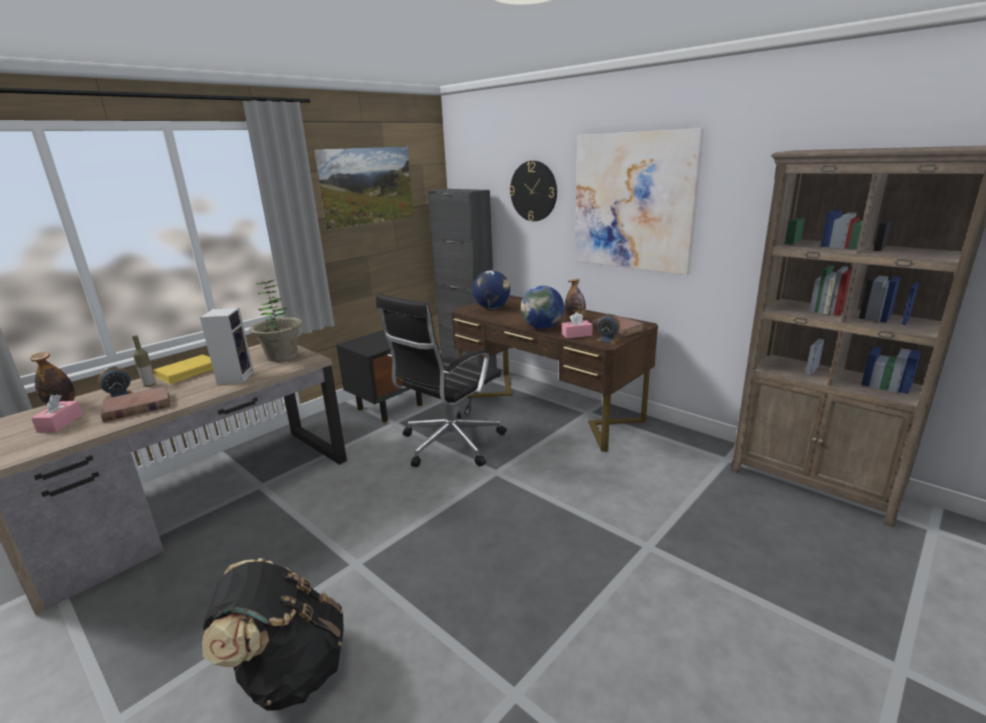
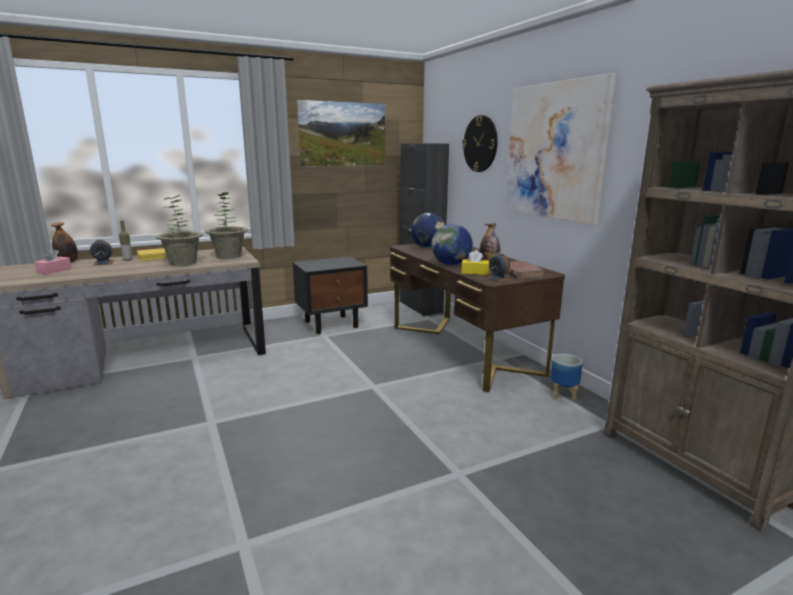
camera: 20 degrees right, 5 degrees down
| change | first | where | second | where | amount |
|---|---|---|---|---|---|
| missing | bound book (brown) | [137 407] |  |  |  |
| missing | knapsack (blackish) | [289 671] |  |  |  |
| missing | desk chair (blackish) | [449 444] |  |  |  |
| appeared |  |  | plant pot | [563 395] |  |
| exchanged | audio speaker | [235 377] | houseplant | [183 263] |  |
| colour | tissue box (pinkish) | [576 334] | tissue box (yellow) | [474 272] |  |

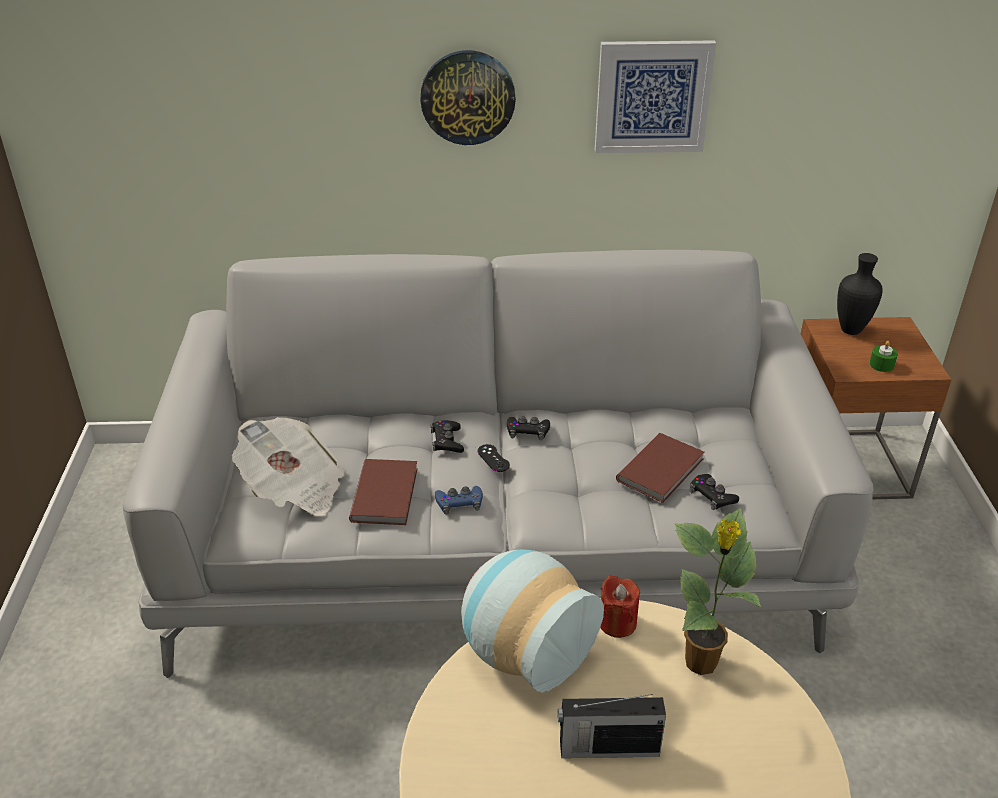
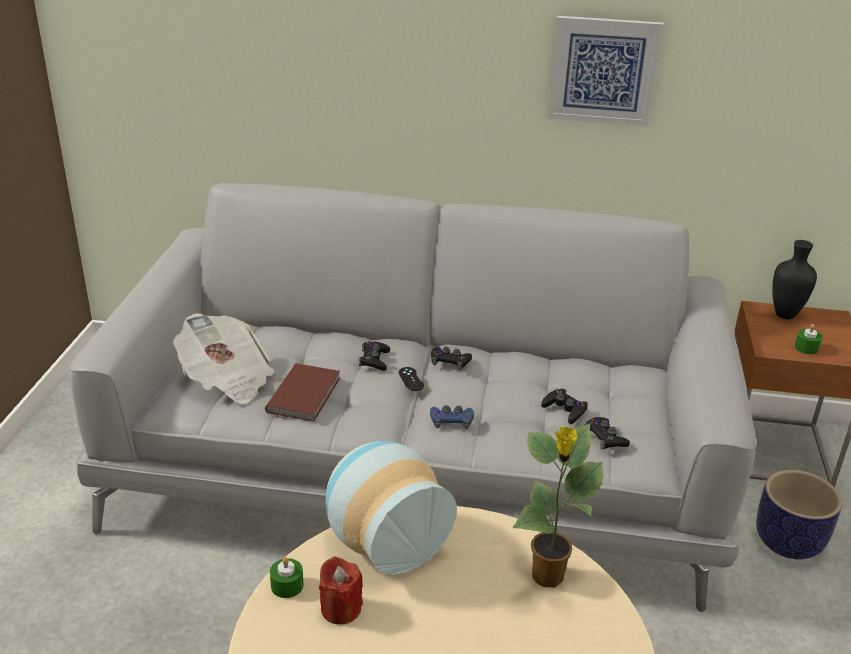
camera: 10 degrees right, 5 degrees down
| change | first | where | second | where | amount |
|---|---|---|---|---|---|
| missing | clock on the wall | [468 97] |  |  |  |
| missing | radio receiver | [607 748] |  |  |  |
| appeared |  |  | wax candle (greenish) | [287 585] |  |
| appeared |  |  | plant pot | [789 542] |  |
| relocated | joypad (blue) | [459 503] |  | [451 421] |  |
| relocated | wax candle (reddish) | [617 623] |  | [341 608] |  |
| exchanged | bound book (brown) | [662 470] | joypad (blackish) | [565 409] |  |

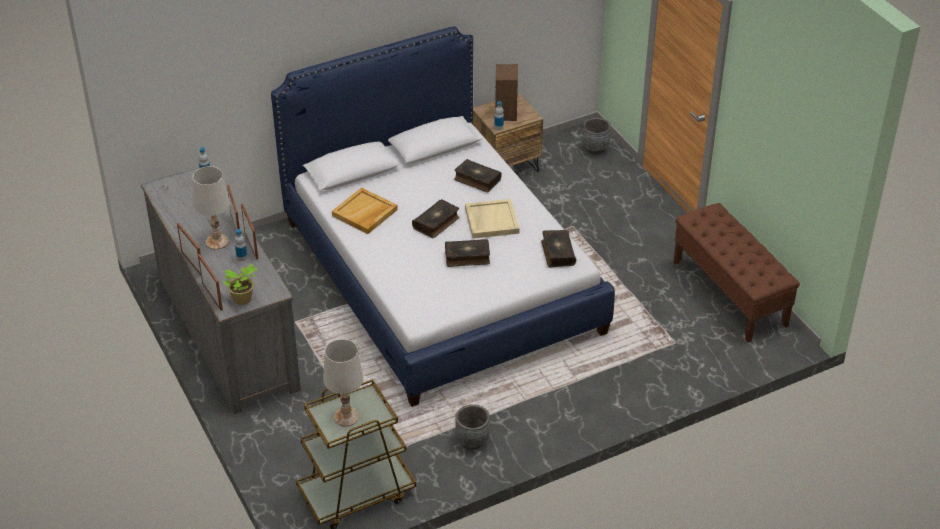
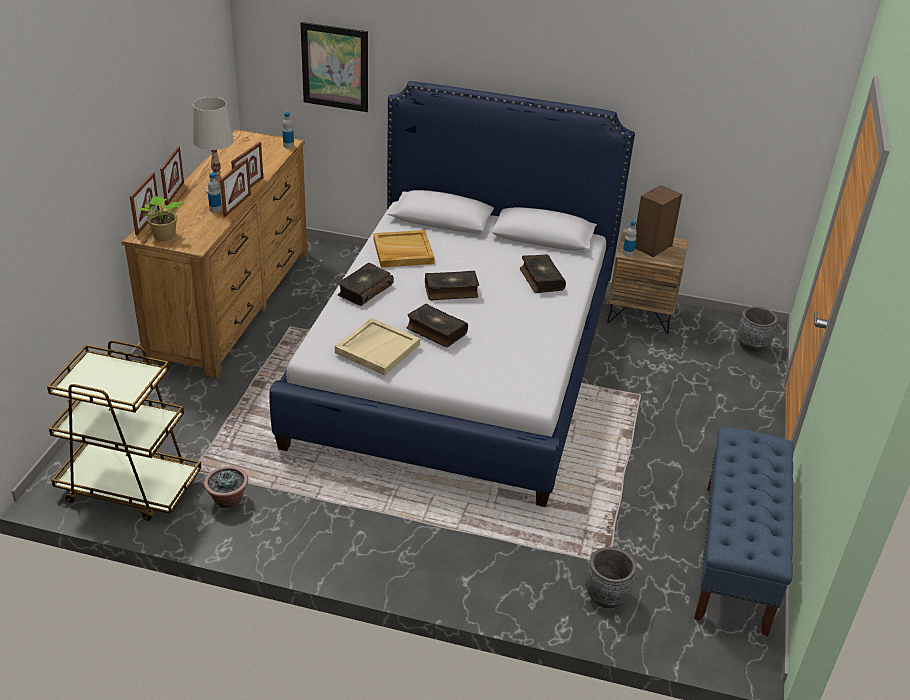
camera: 40 degrees right, 5 degrees down
| change | first | where | second | where | amount |
|---|---|---|---|---|---|
| missing | table lamp (white) | [346 417] |  |  |  |
| appeared |  |  | houseplant | [227 500] |  |
| appeared |  |  | wall picture | [335 67] |  |
| relocated | plant pot (grey) | [472 441] |  | [607 596] |  |
| relocated | carrying tray (beige) | [491 220] |  | [377 348] |  |
| relocated | bound book | [557 253] |  | [364 290] |  |
| colour | drawer chest (grey) | [227 331] | drawer chest (brown) | [232 303] |  |
| colour | bench (brown) | [730 294] | bench (blue) | [735 556] |  |

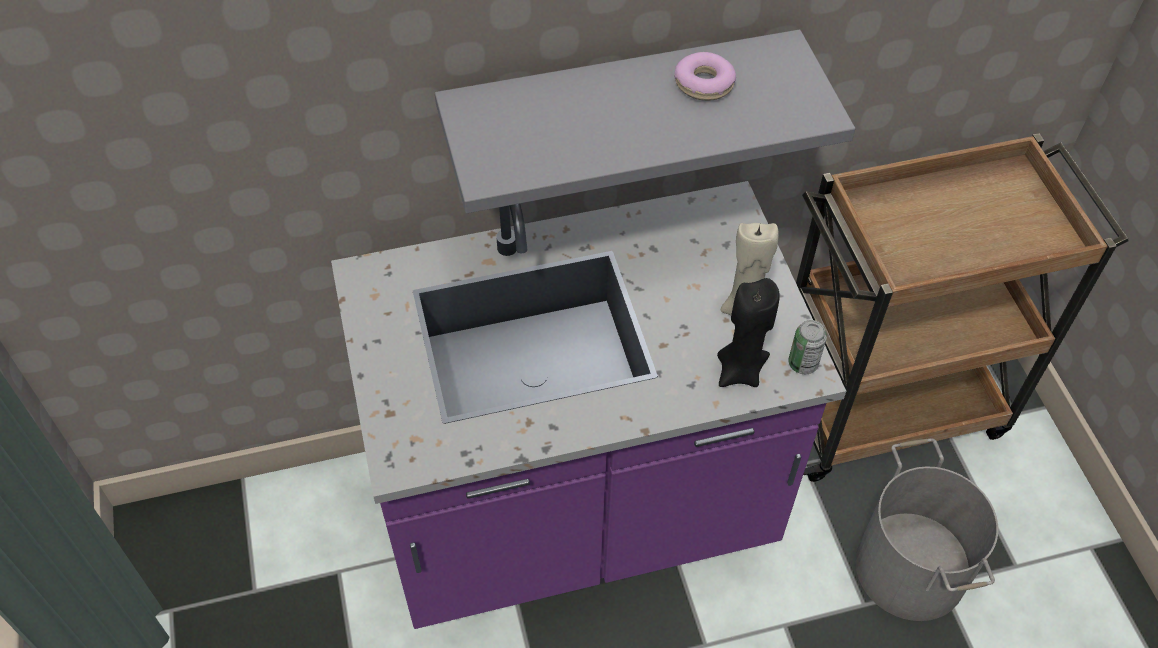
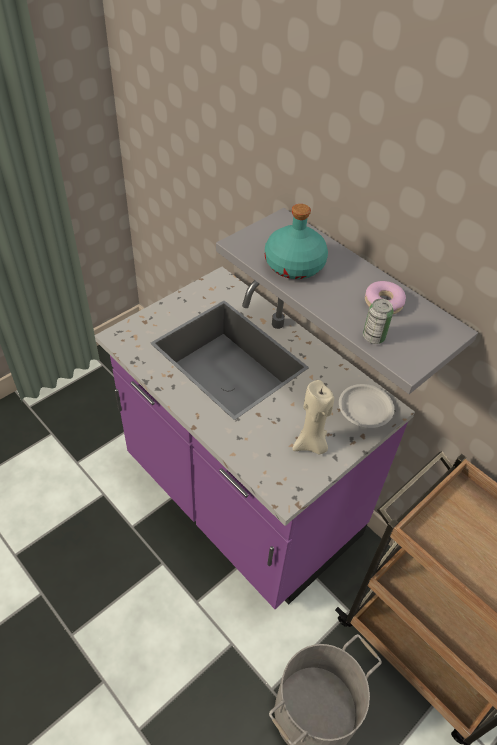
camera: 60 degrees right, 5 degrees down
| change | first | where | second | where | amount |
|---|---|---|---|---|---|
| missing | wax candle (blackish) | [740 371] |  |  |  |
| appeared |  |  | drink bottle (blue-green) | [294 265] |  |
| appeared |  |  | dinner plate (white) | [364 408] |  |
| relocated | sealed can | [803 363] |  | [373 337] |  |

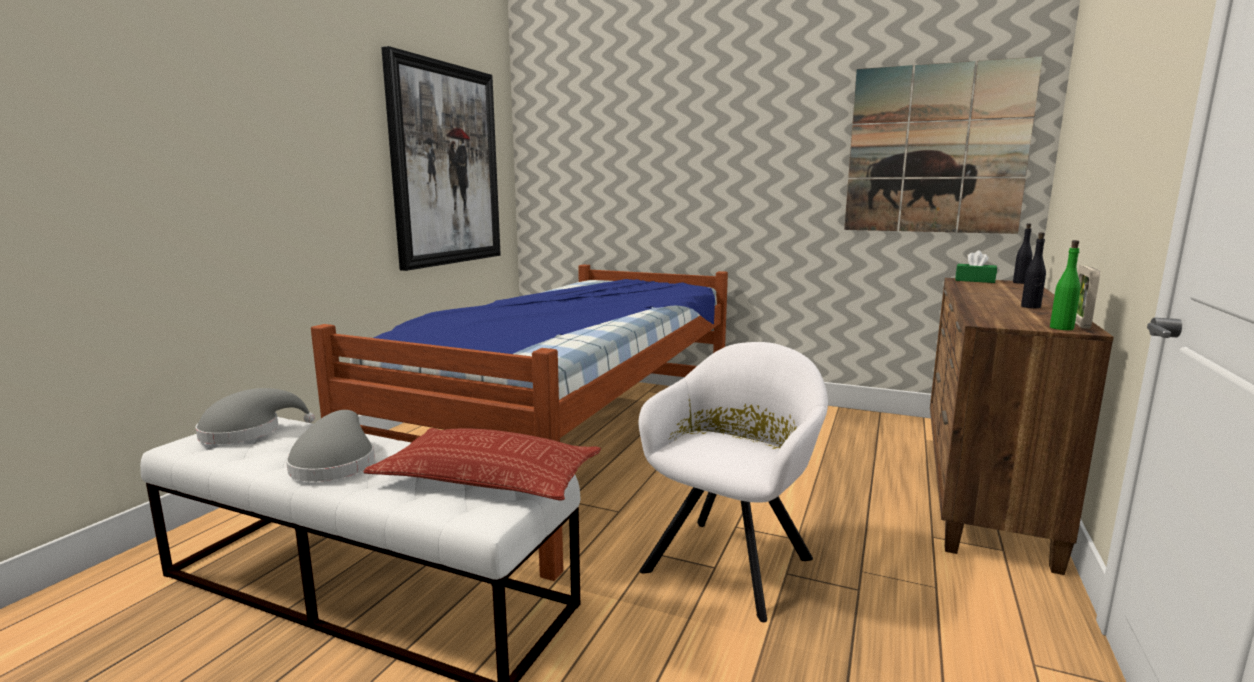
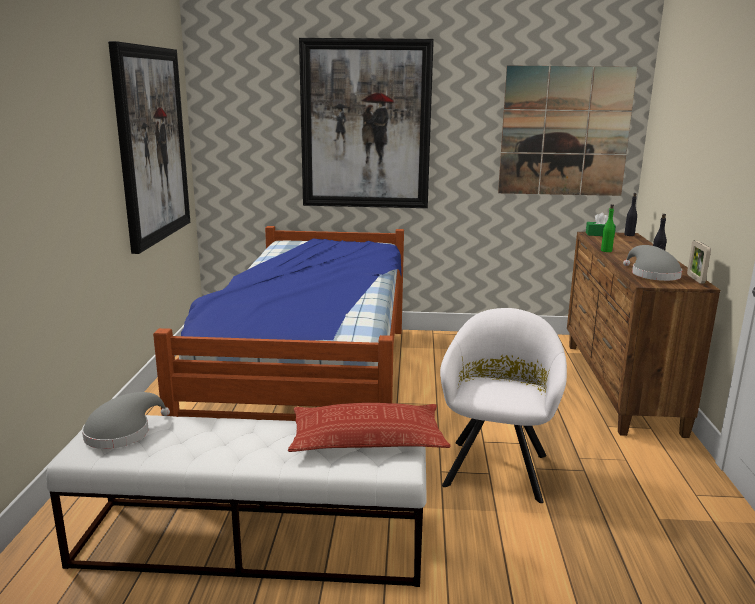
camera: 20 degrees left, 5 degrees up
| change | first | where | second | where | amount |
|---|---|---|---|---|---|
| appeared |  |  | wall picture | [365 125] |  |
| relocated | clothing hat (grey) | [335 464] |  | [652 275] |  |
| relocated | drink bottle (greenish) | [1061 328] |  | [606 251] |  |

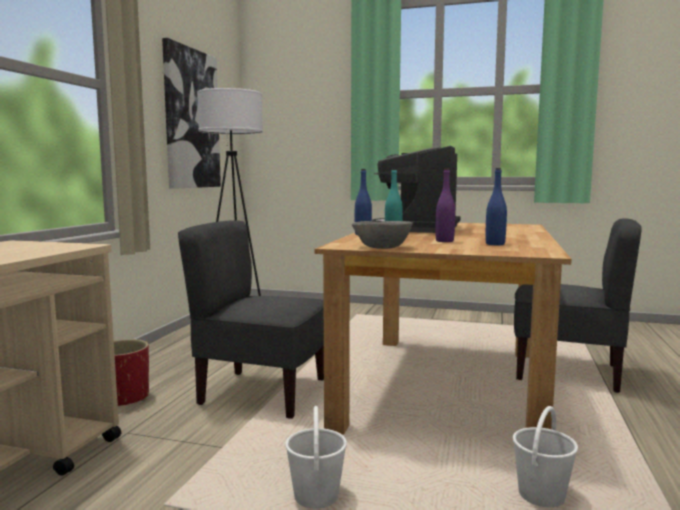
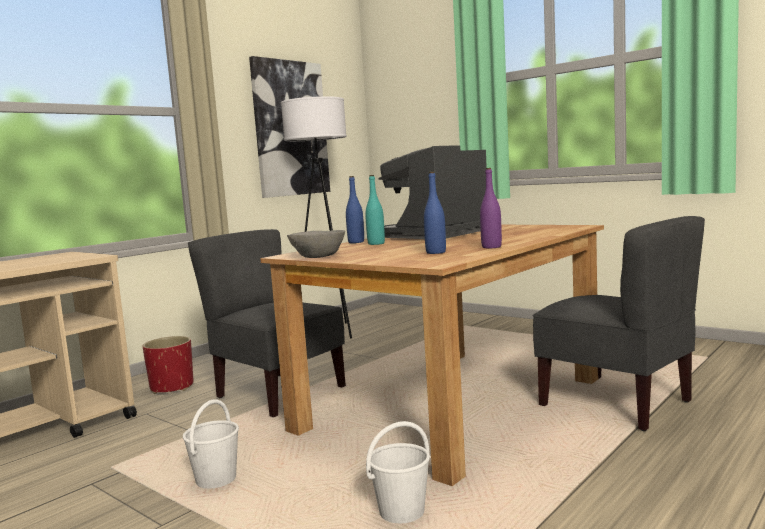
camera: 25 degrees right, 0 degrees up
| change | first | where | second | where | amount |
|---|---|---|---|---|---|
| relocated | drink bottle (purple) | [444 241] |  | [491 247] |  |

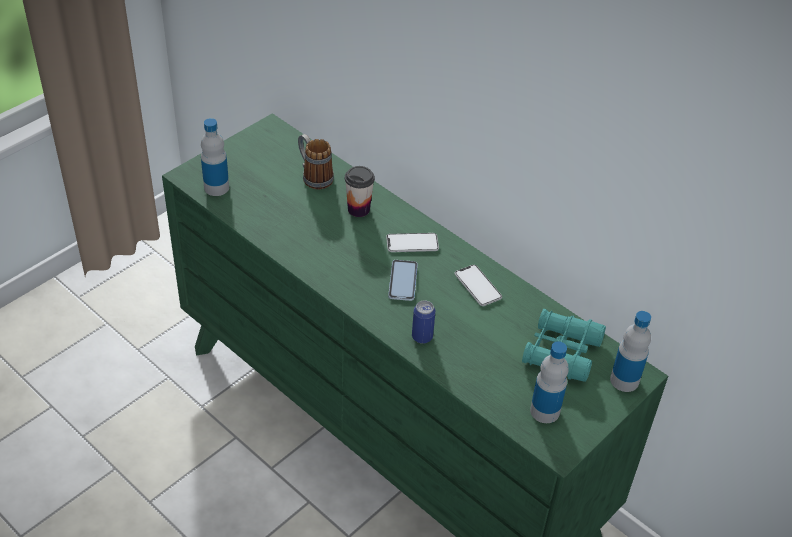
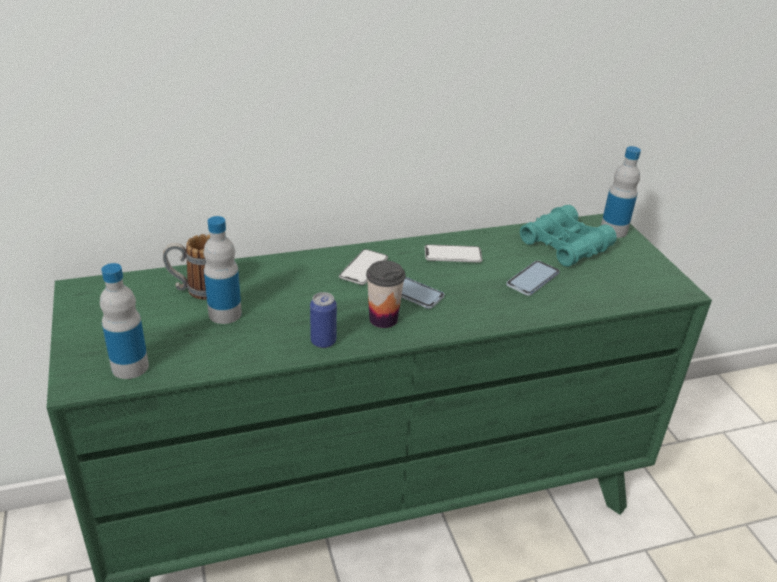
camera: 60 degrees left, 10 degrees down
| change | first | where | second | where | amount |
|---|---|---|---|---|---|
| appeared |  |  | handset | [532 279] |  |
| relocated | drinking cup | [358 209] |  | [383 319] |  |
| relocated | sealed can | [422 337] |  | [323 341] |  |
| relocated | drink bottle | [545 411] |  | [225 313] |  |

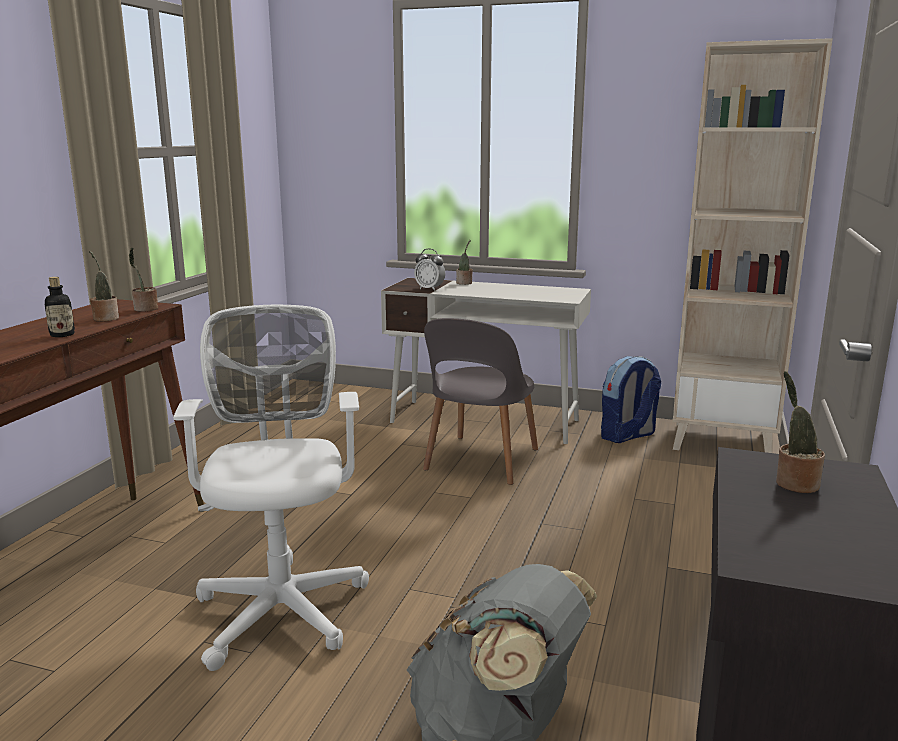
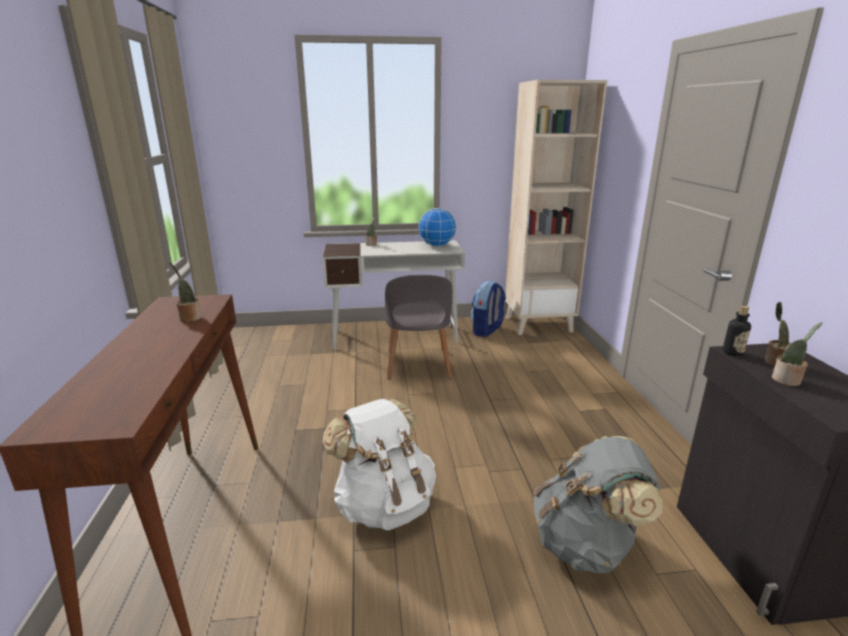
camera: 25 degrees left, 5 degrees up
| change | first | where | second | where | amount |
|---|---|---|---|---|---|
| missing | alarm clock | [430 289] |  |  |  |
| appeared |  |  | world globe | [437 246] |  |
| relocated | drink bottle | [62 335] |  | [732 353] |  |
| relocated | houseplant | [145 309] |  | [787 381] |  |
| exchanged | desk chair (white) | [282 605] | knapsack (white) | [384 505] |  |

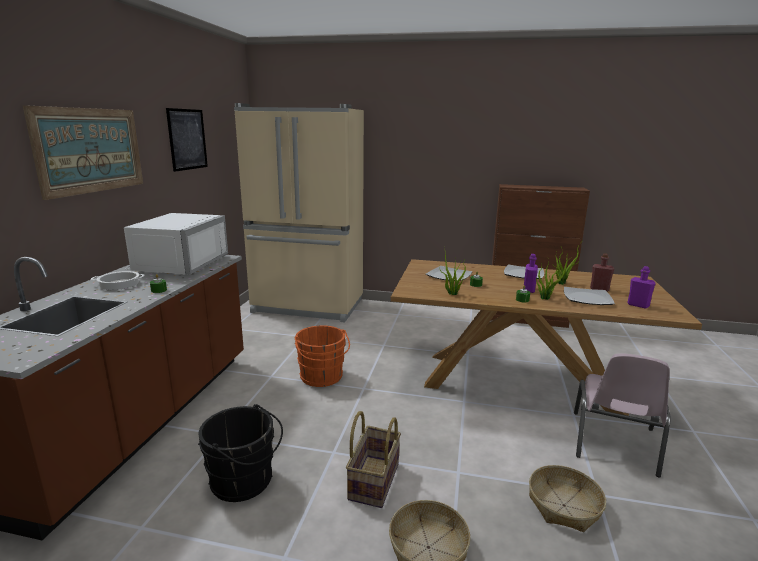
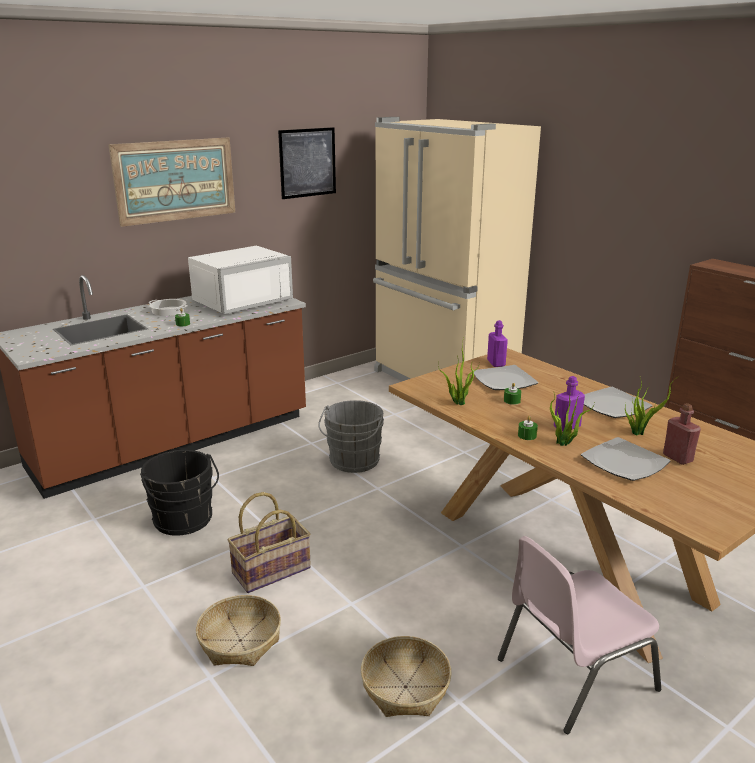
camera: 40 degrees right, 5 degrees up
| change | first | where | second | where | amount |
|---|---|---|---|---|---|
| relocated | drink bottle (purple) | [638 305] |  | [496 363] |  |
| colour | water bucket (orange-coloured) | [322 377] | water bucket (grey) | [353 462] |  |

